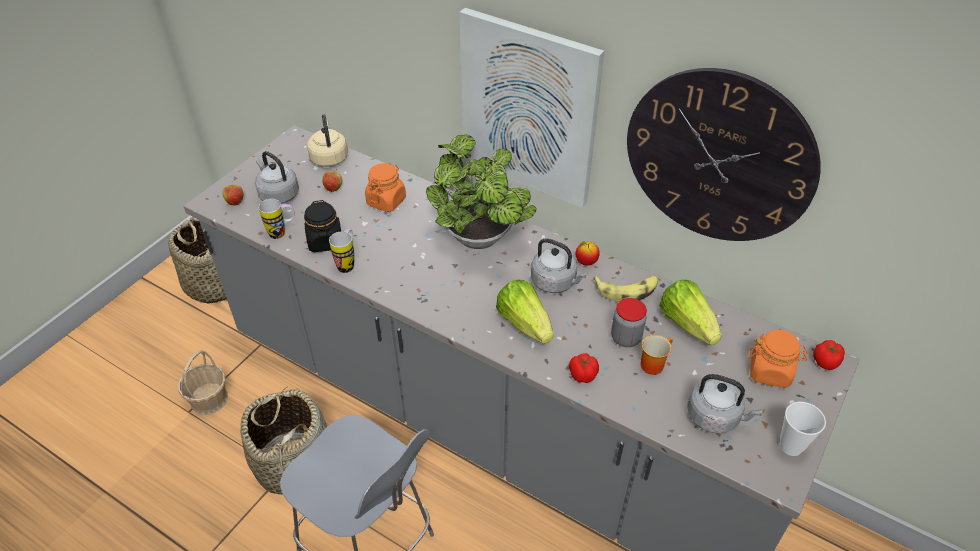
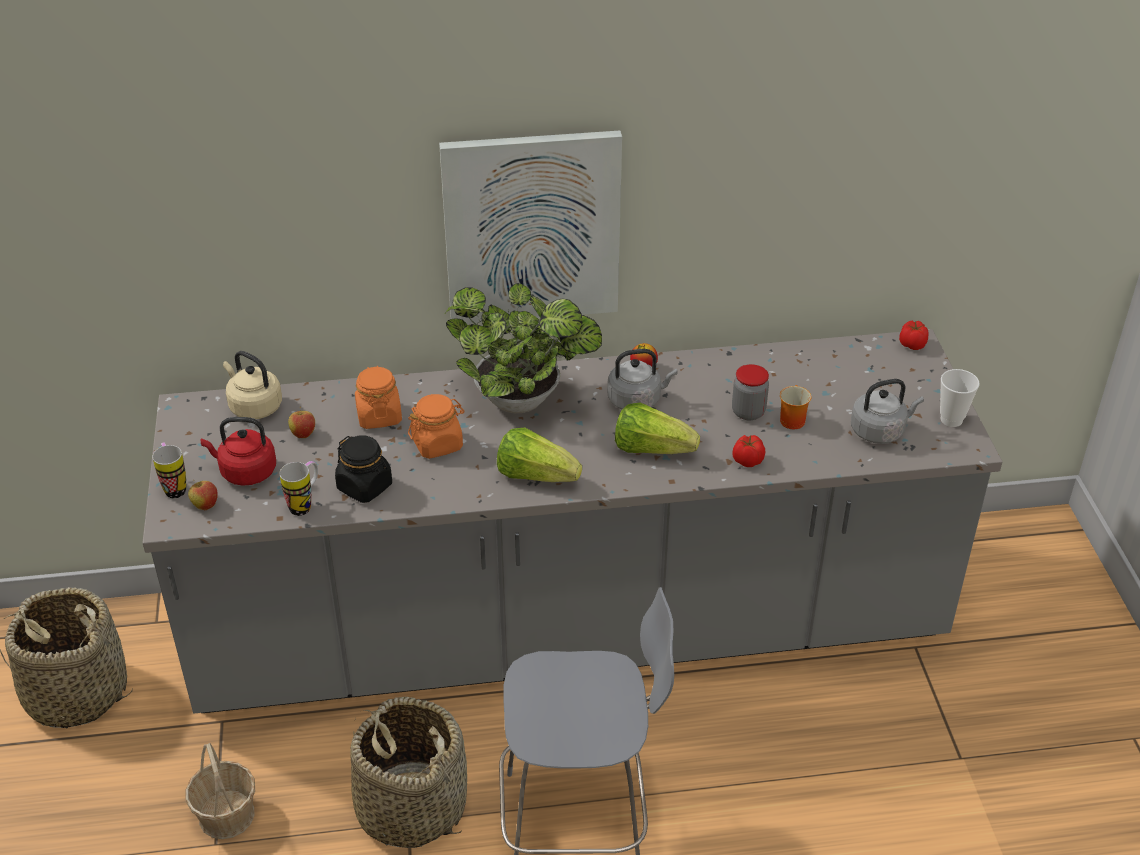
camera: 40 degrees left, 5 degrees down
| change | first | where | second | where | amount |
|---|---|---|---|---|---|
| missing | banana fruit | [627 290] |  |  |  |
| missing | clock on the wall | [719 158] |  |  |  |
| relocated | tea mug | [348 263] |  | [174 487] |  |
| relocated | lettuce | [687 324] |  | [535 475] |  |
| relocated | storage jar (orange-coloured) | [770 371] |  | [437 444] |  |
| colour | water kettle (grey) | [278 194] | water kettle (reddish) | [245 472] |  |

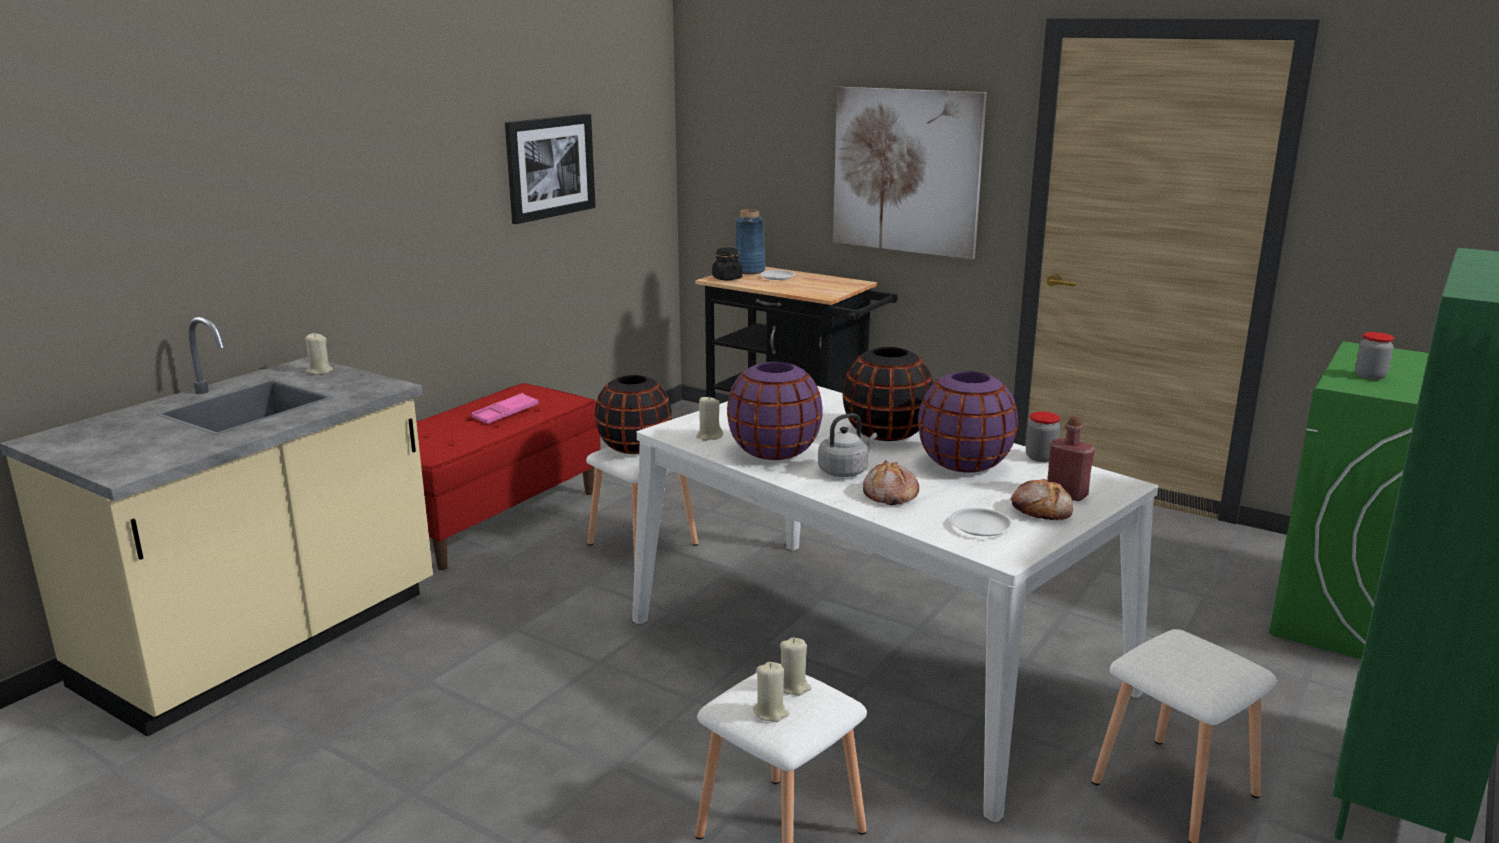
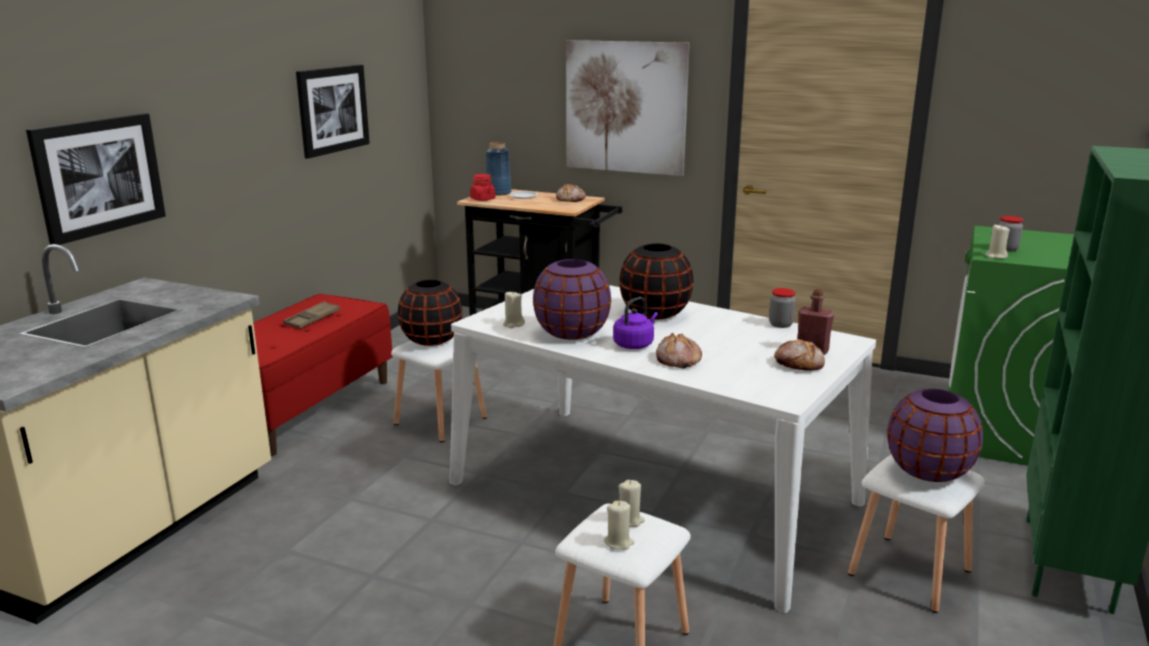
camera: 10 degrees left, 0 degrees up
| change | first | where | second | where | amount |
|---|---|---|---|---|---|
| missing | dinner plate (white) | [981 526] |  |  |  |
| appeared |  |  | wall picture | [99 176] |  |
| appeared |  |  | baked bread | [571 199] |  |
| relocated | wax candle (beige) | [319 371] |  | [995 256] |  |
| relocated | decorative vase (purple) | [964 464] |  | [928 471] |  |
| colour | carrying tray (pinkish) | [505 413] | carrying tray (brown) | [312 319] |  |
| colour | storage jar (blackish) | [727 278] | storage jar (reddish) | [482 199] |  |
| colour | water kettle (grey) | [845 471] | water kettle (purple) | [635 344] |  |

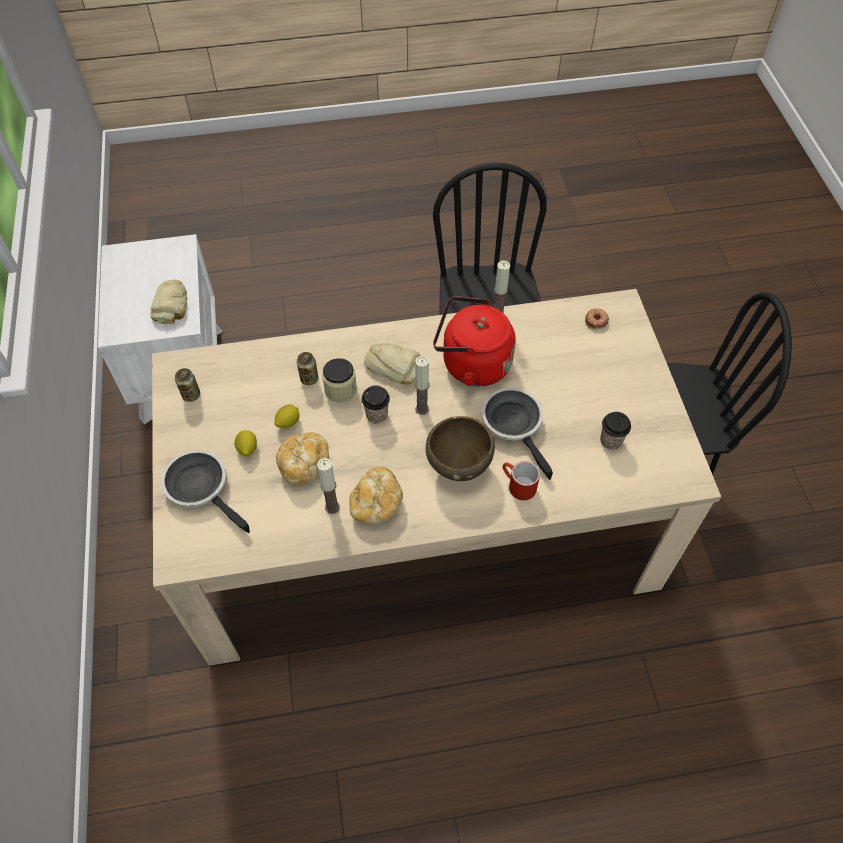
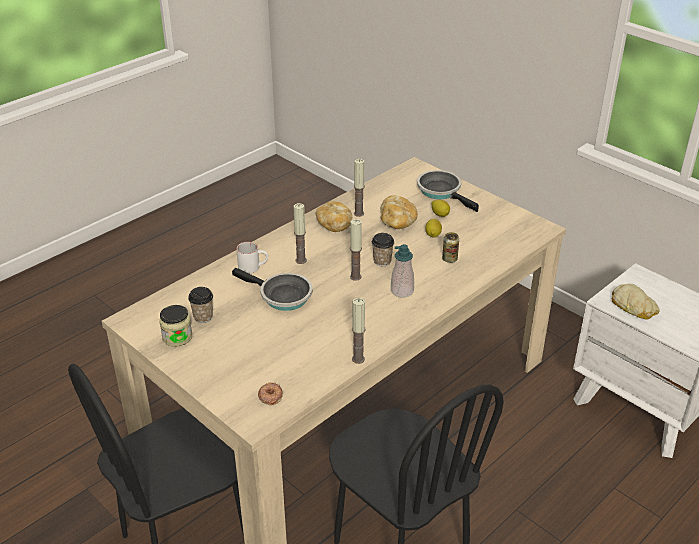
camera: 145 degrees right, 20 degrees down
| change | first | where | second | where | amount |
|---|---|---|---|---|---|
| missing | sealed can | [191 395] |  |  |  |
| missing | water kettle (reddish) | [471 364] |  |  |  |
| relocated | storage jar | [340 390] |  | [177 337] |  |
| exchanged | baked bread | [394 366] | soap dispenser | [402 291] |  |
| exchanged | bowl (brown) | [459 465] | wax candle | [301 260] |  |
| colour | tea mug (reddish) | [517 486] | tea mug (white) | [253 267] |  |
| spun | pan | [201 487] |  | [442 191] | 135 degrees counterclockwise |

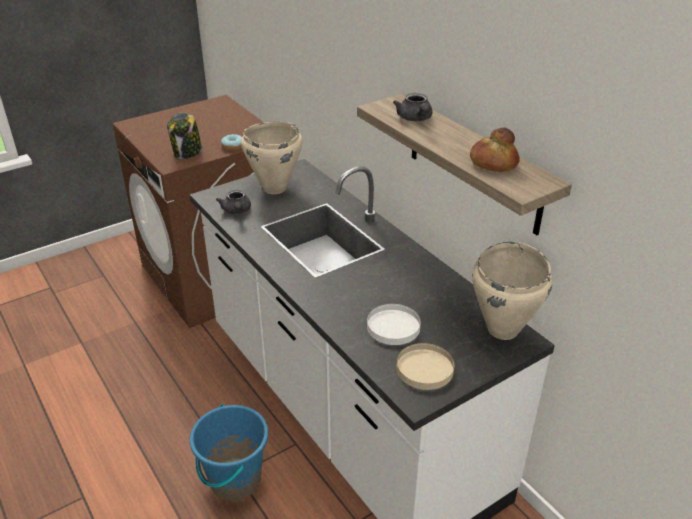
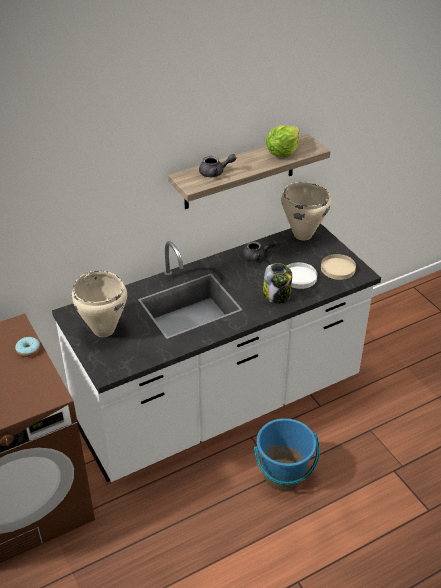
camera: 85 degrees left, 5 degrees up
| change | first | where | second | where | amount |
|---|---|---|---|---|---|
| relocated | storage jar | [187 153] |  | [277 295] |  |
| relocated | tea pot (grey) | [236 211] |  | [257 256] |  |
| exchanged | baked bread | [493 163] | lettuce | [282 152] |  |

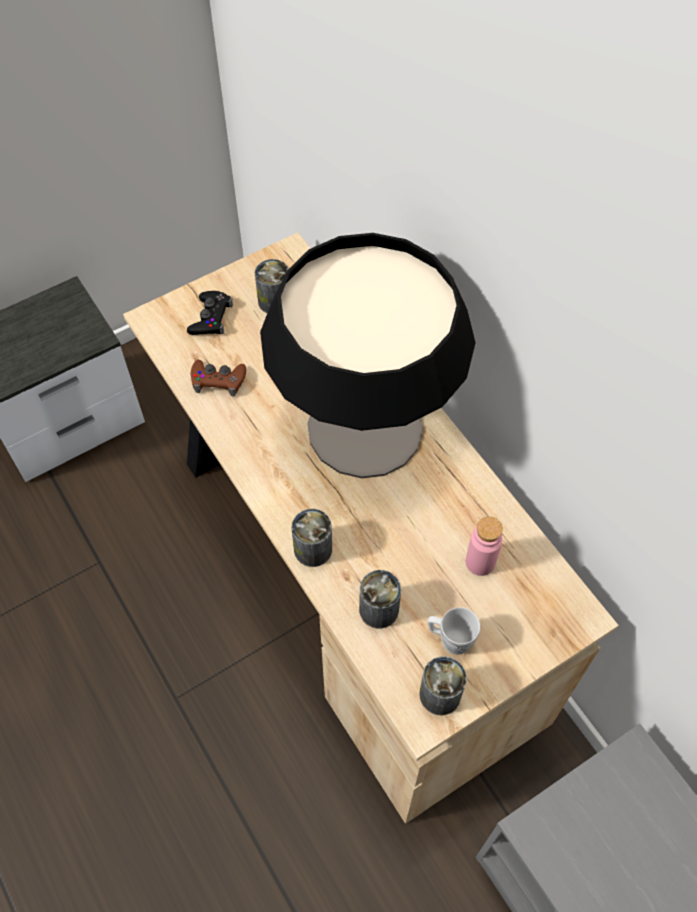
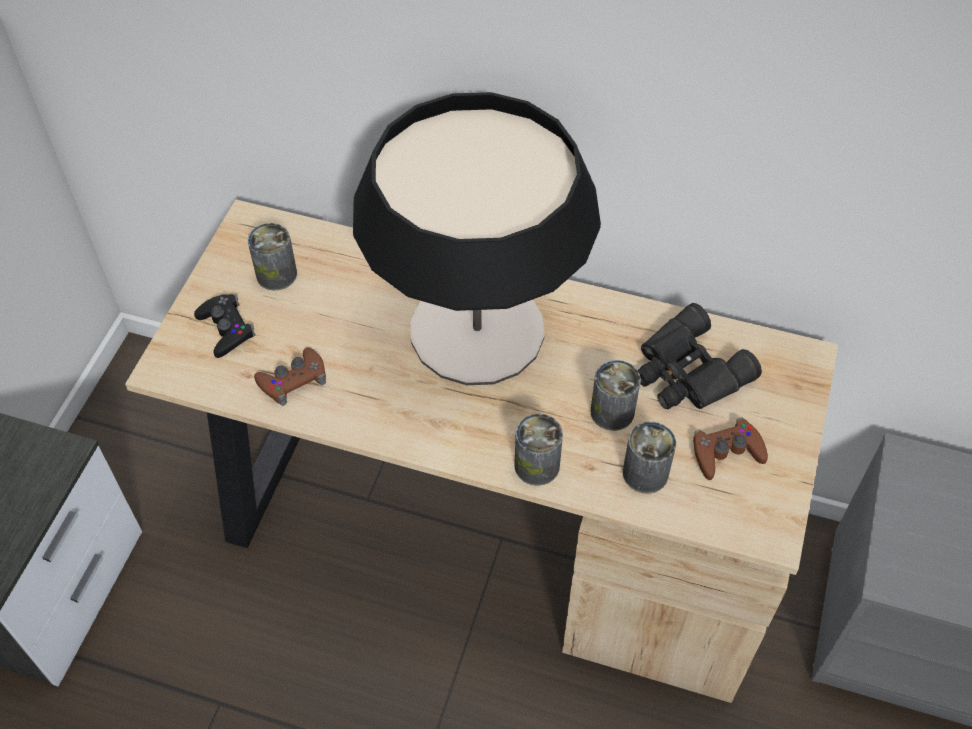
camera: 40 degrees left, 5 degrees down
| change | first | where | second | where | amount |
|---|---|---|---|---|---|
| relocated | sealed can | [440 694] |  | [612 412] |  |
| exchanged | tea mug (white) | [450 639] | joypad (brown) | [726 452] |  |
| exchanged | drink bottle (pinkish) | [480 562] | field glasses (blackish) | [687 372] |  |

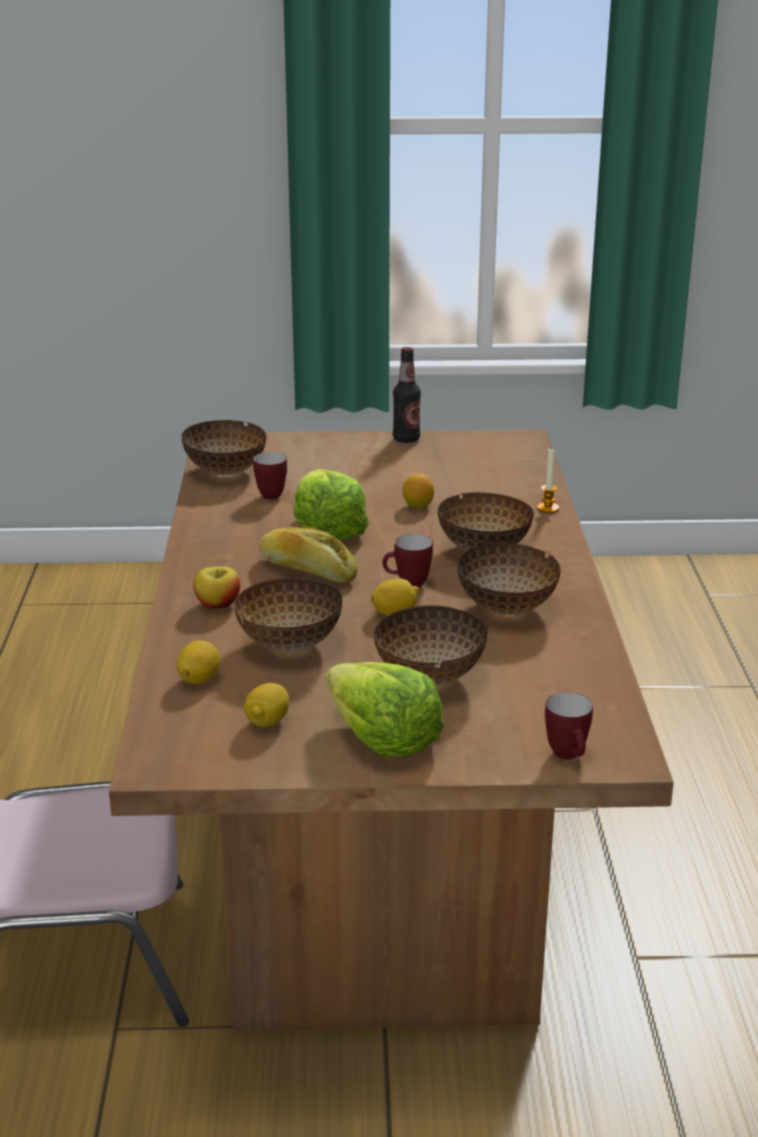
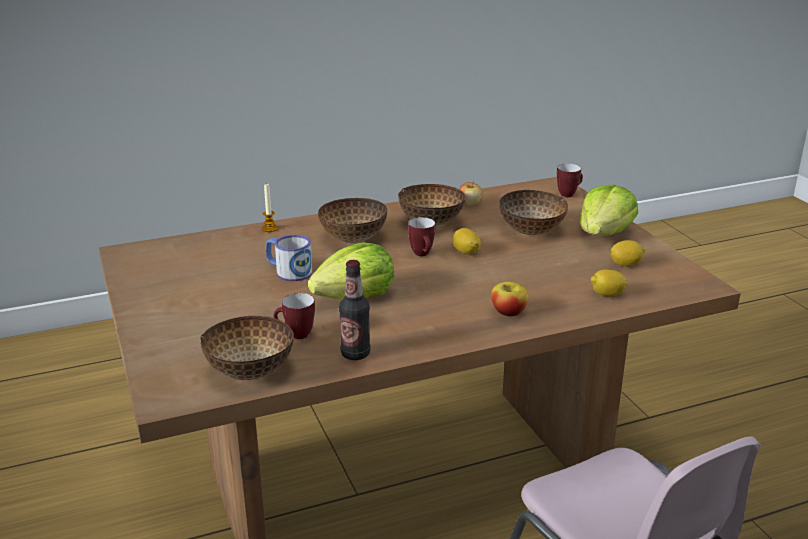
camera: 110 degrees left, 0 degrees up
| change | first | where | second | where | amount |
|---|---|---|---|---|---|
| missing | bowl | [290 644] |  |  |  |
| missing | baked bread | [307 570] |  |  |  |
| appeared |  |  | apple | [470 204] |  |
| relocated | drink bottle | [406 439] |  | [355 354] |  |
| exchanged | citrus fruit | [417 506] | tea mug | [288 271] |  |

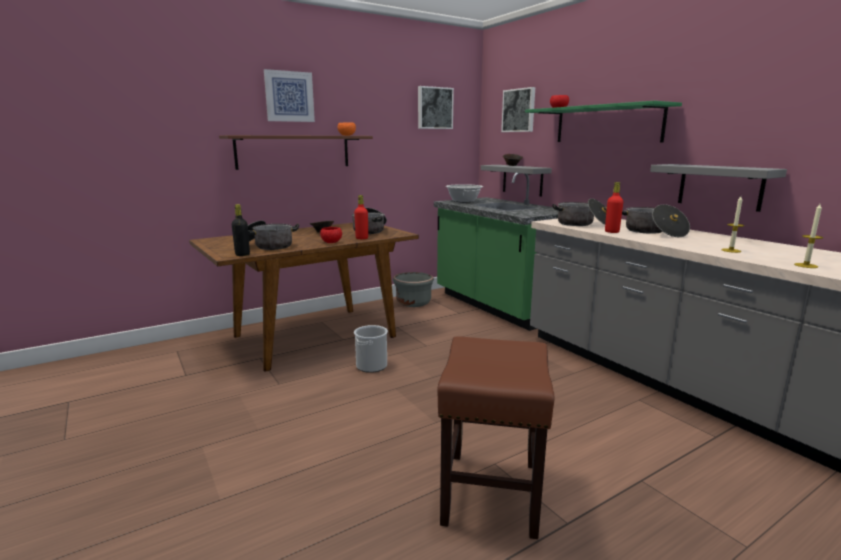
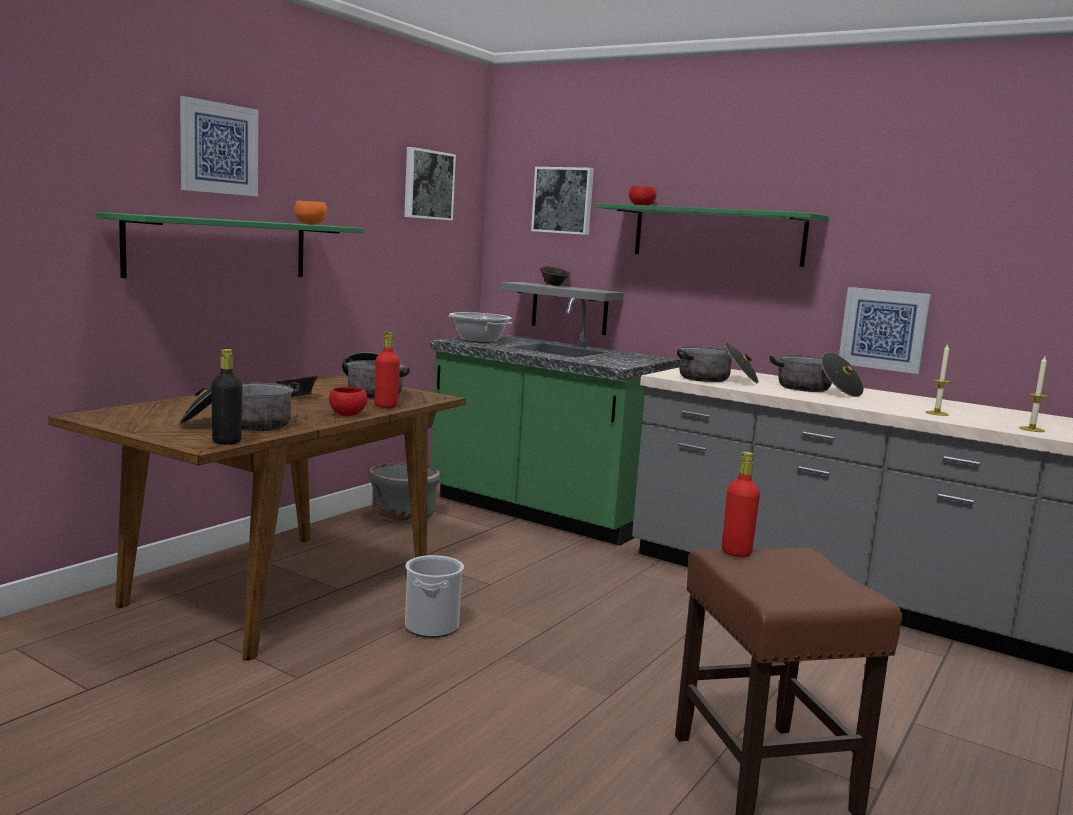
camera: 25 degrees left, 5 degrees down
| change | first | where | second | where | amount |
|---|---|---|---|---|---|
| relocated | drink bottle (reddish) | [612 232] |  | [736 553] |  |
| exchanged | wall shelf (grey) | [720 186] | wall picture | [884 329] |  |
| colour | wall shelf (brown) | [293 151] | wall shelf (greenish) | [219 248] |  |

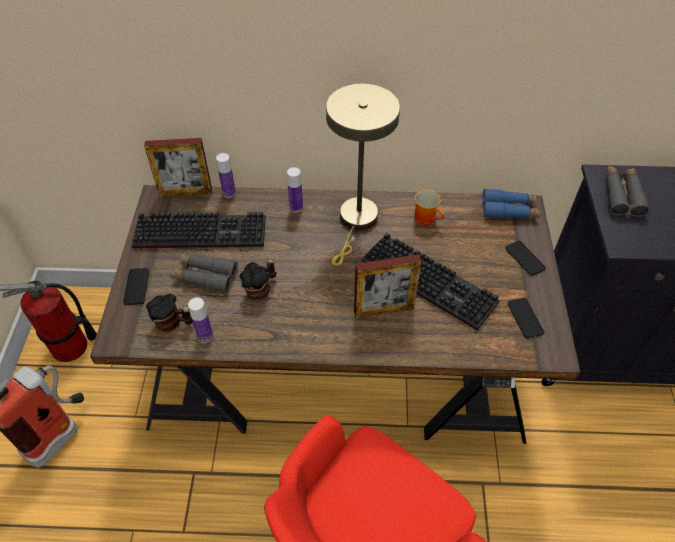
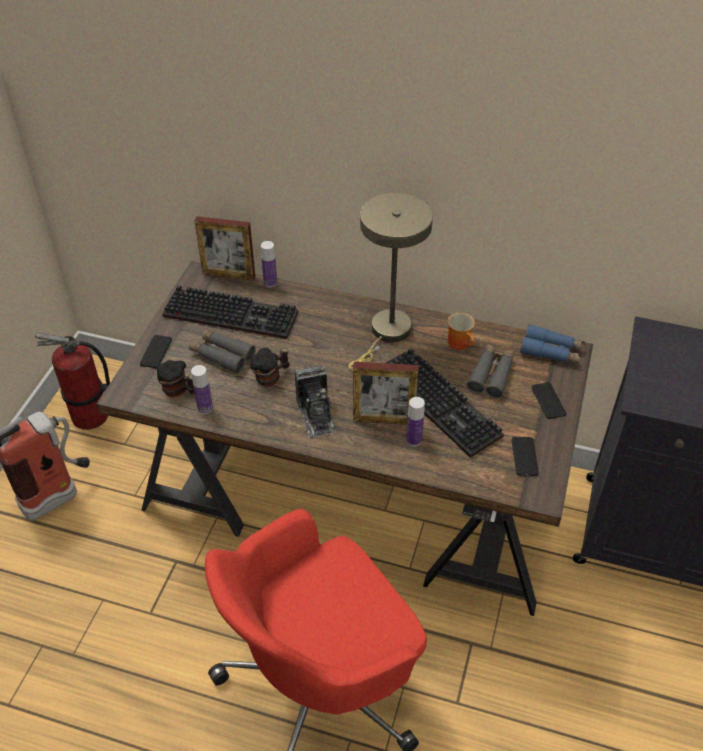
camera: 15 degrees right, 5 degrees down
| change | first | where | second | where | amount |
|---|---|---|---|---|---|
| appeared |  |  | still camera | [316 415] |  |
| relocated | drink bottle | [296 207] |  | [413 440] |  |
| relocated | field glasses (grey) | [622 195] |  | [491 375] |  |

